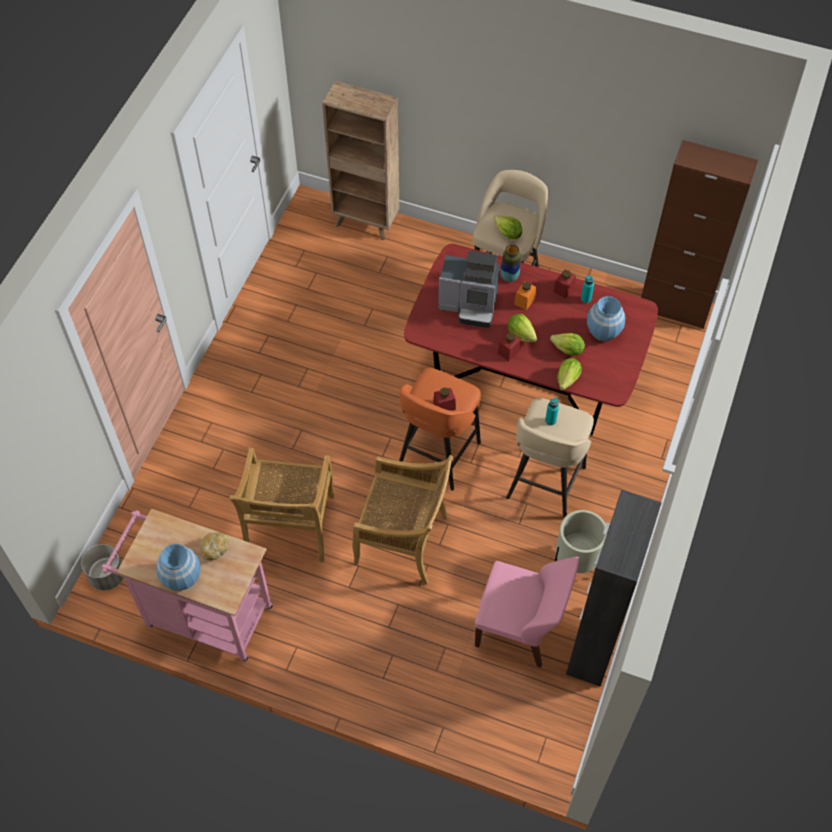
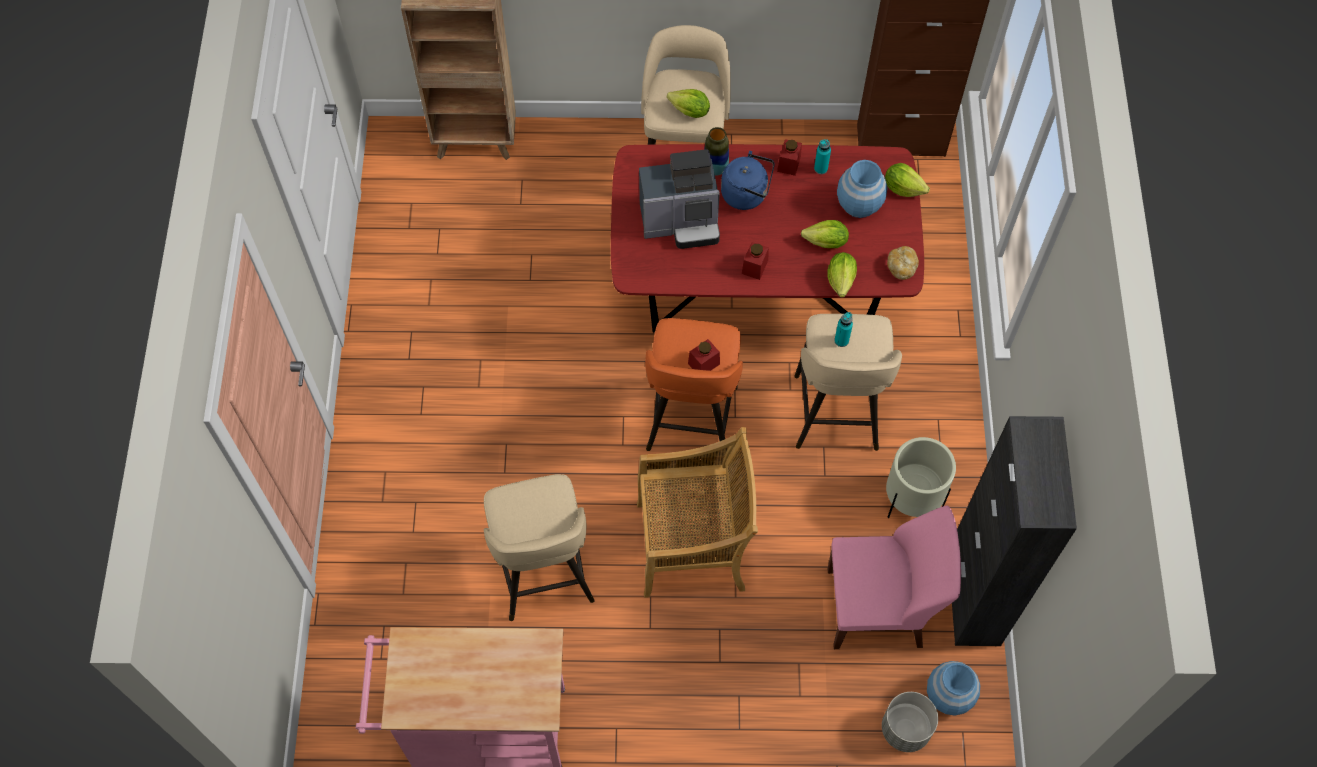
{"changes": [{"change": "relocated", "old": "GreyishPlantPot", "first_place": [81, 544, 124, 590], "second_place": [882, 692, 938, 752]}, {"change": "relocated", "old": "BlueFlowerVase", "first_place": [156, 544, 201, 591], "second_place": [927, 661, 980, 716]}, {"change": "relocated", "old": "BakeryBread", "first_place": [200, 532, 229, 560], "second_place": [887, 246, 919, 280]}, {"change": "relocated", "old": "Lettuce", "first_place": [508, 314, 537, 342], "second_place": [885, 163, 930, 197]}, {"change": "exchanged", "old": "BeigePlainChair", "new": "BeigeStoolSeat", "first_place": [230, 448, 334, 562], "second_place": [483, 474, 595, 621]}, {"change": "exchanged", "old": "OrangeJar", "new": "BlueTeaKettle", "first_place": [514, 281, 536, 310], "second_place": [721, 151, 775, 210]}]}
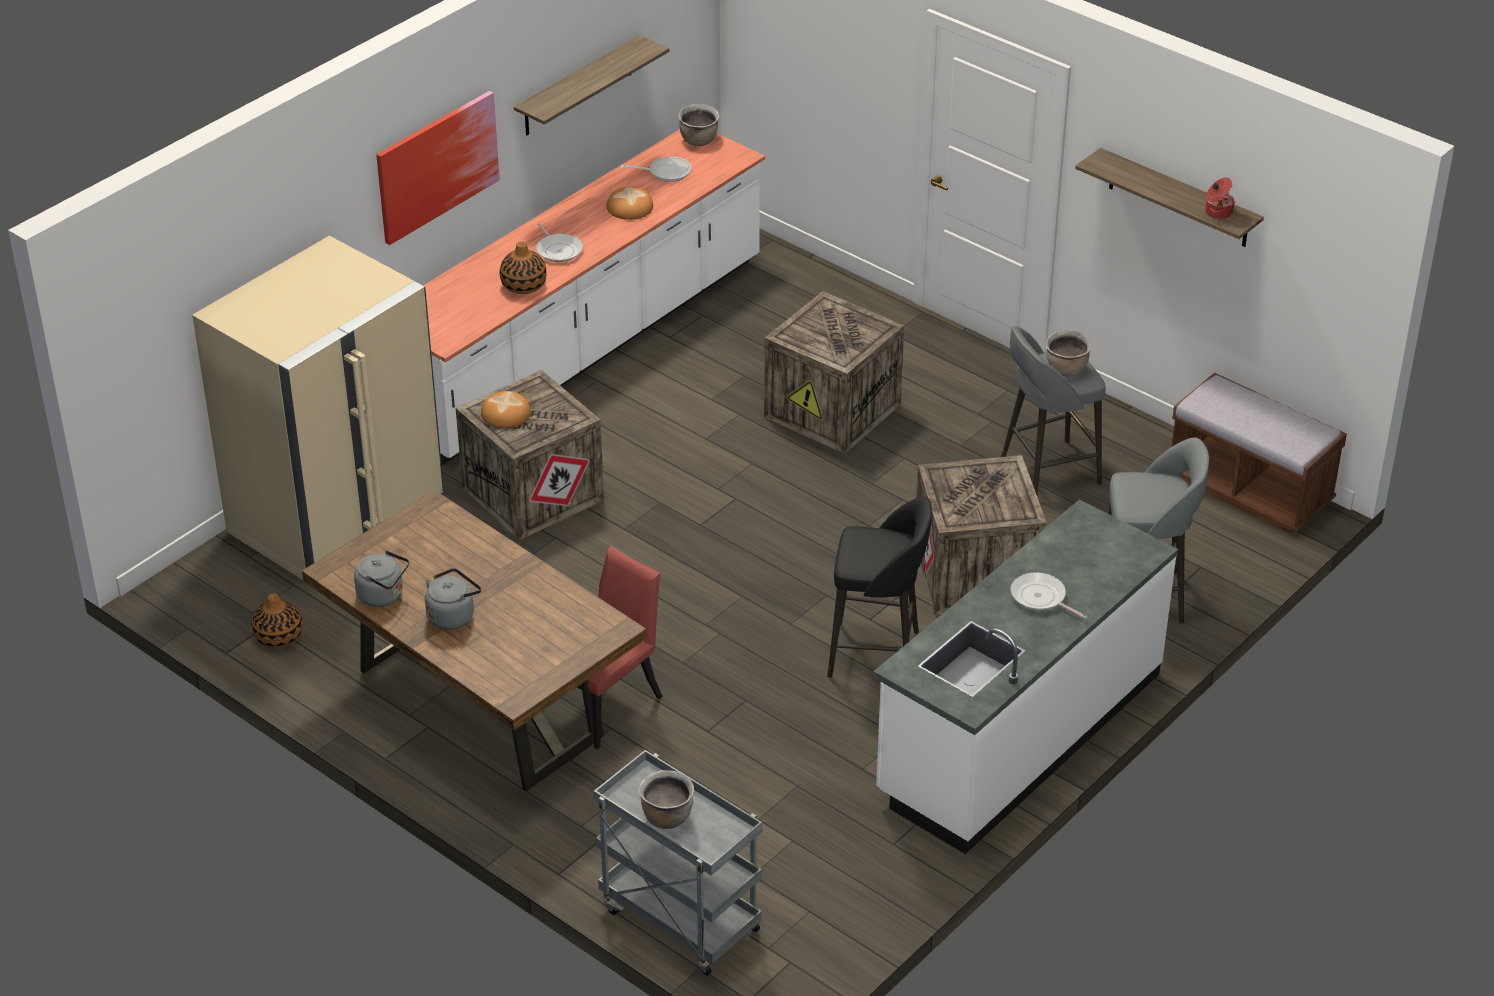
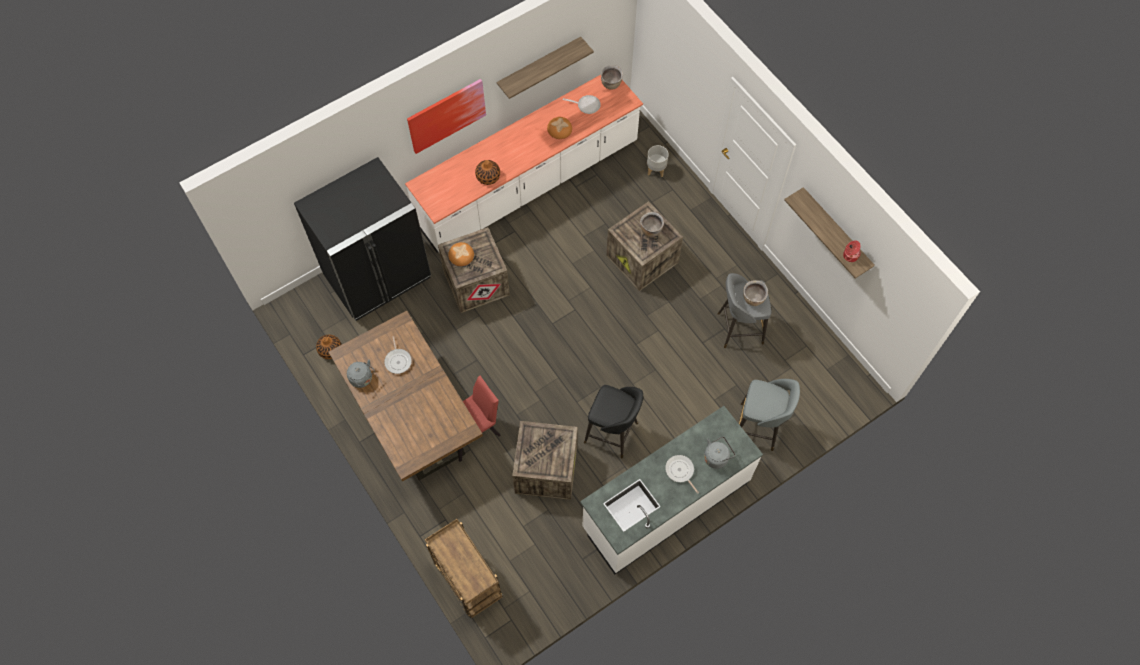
{"changes": [{"change": "missing", "old": "BrownColouredIndoorBench", "first_place": [1172, 373, 1347, 533]}, {"change": "appeared", "new": "GreyishPlantPot", "second_place": [647, 145, 669, 177]}, {"change": "relocated", "old": "GreyishTeaKettle", "first_place": [425, 568, 481, 630], "second_place": [704, 436, 735, 469]}, {"change": "relocated", "old": "Skillet", "first_place": [536, 223, 583, 262], "second_place": [384, 336, 412, 374]}, {"change": "relocated", "old": "BrownColouredStockpot", "first_place": [638, 770, 694, 829], "second_place": [640, 212, 664, 237]}, {"change": "relocated", "old": "Crate", "first_place": [916, 455, 1047, 615], "second_place": [512, 421, 578, 500]}, {"change": "colour", "old": "BeigeKitchenFridge", "new": "BlackColouredKitchenFridge", "first_place": [192, 236, 444, 580], "second_place": [294, 157, 431, 321]}, {"change": "colour", "old": "GreyishWheeledCart", "new": "BrownColouredWheeledCart", "first_place": [594, 750, 762, 976], "second_place": [425, 519, 503, 618]}]}
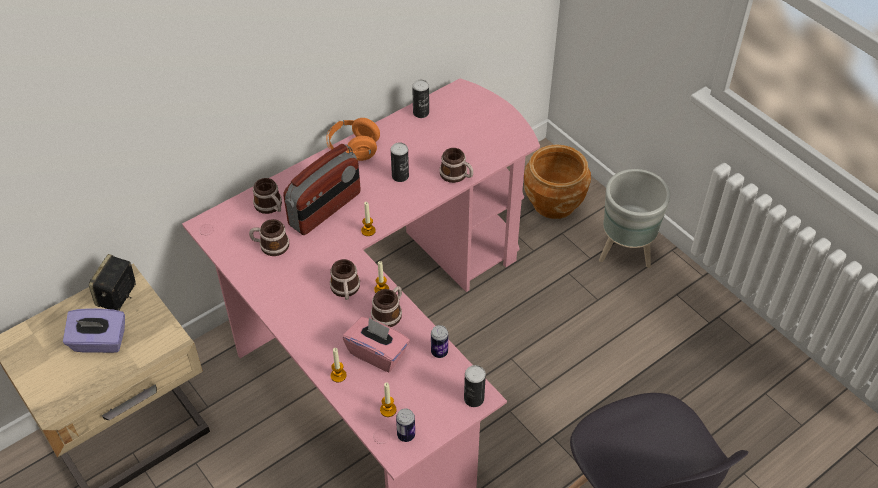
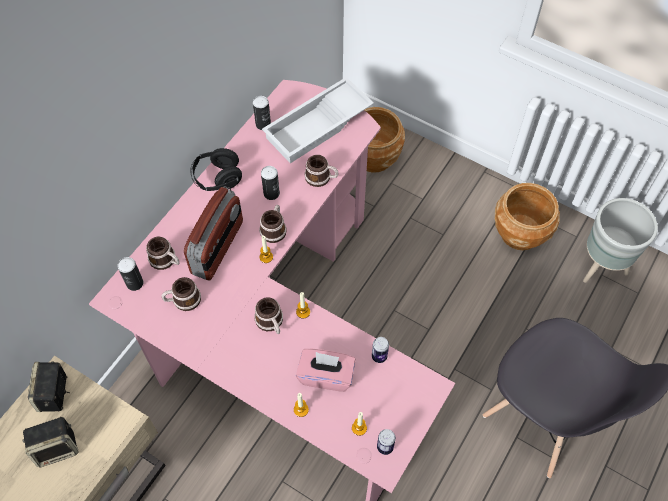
{"changes": [{"change": "appeared", "new": "WhiteColouredTray", "second_place": [262, 77, 374, 163]}, {"change": "appeared", "new": "BrownColouredPlantPot", "second_place": [495, 183, 560, 250]}, {"change": "relocated", "old": "TeaMug", "first_place": [371, 286, 402, 327], "second_place": [259, 205, 286, 243]}, {"change": "relocated", "old": "Can", "first_place": [464, 365, 486, 407], "second_place": [118, 257, 143, 291]}, {"change": "relocated", "old": "GreyishPlantPot", "first_place": [599, 169, 670, 268], "second_place": [583, 198, 658, 283]}, {"change": "exchanged", "old": "PurplishTissueBox", "new": "AudioSpeaker", "first_place": [63, 308, 125, 353], "second_place": [23, 417, 79, 467]}, {"change": "colour", "old": "OrangePairOfHeadphones", "new": "BlackColouredPairOfHeadphones", "first_place": [326, 118, 380, 161], "second_place": [190, 148, 242, 191]}]}
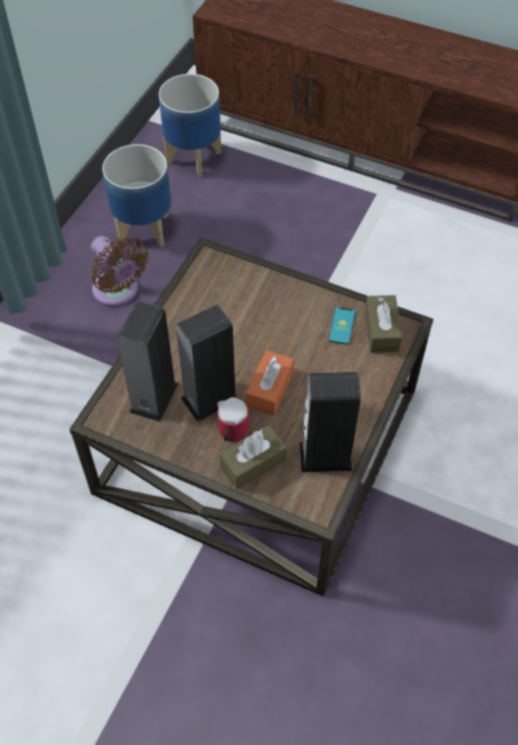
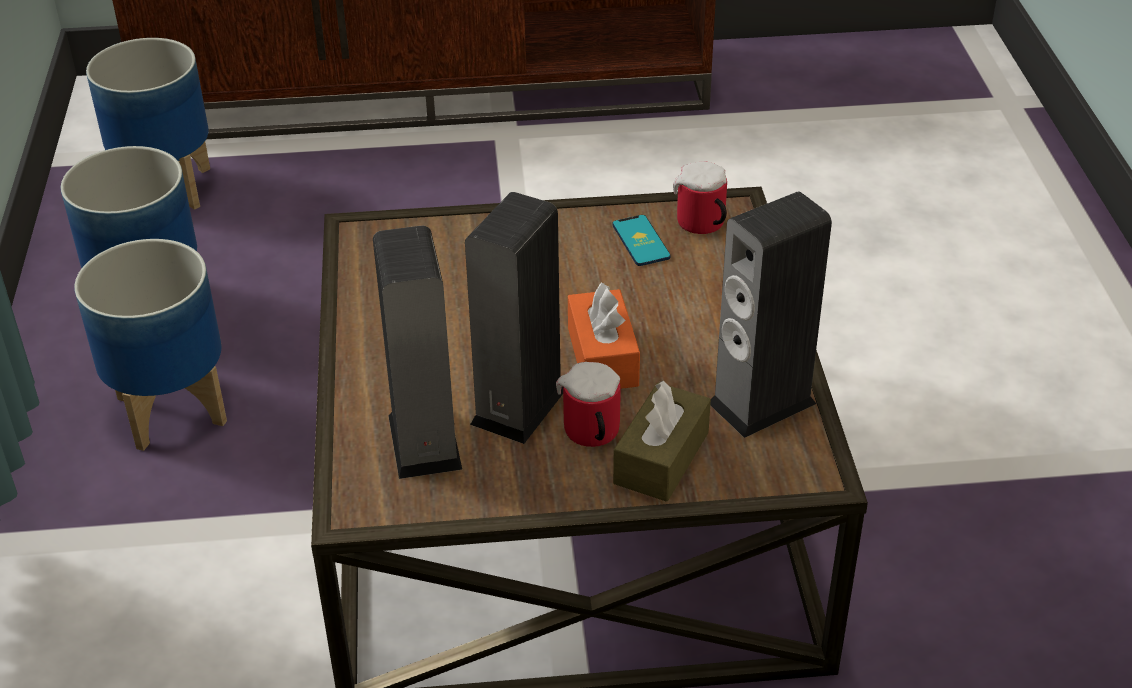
{"changes": [{"change": "exchanged", "old": "BrownColouredFan", "new": "PlantPot", "first_place": [91, 236, 148, 307], "second_place": [74, 239, 227, 451]}, {"change": "exchanged", "old": "BrownColouredTissueBox", "new": "TeaMug", "first_place": [365, 295, 402, 353], "second_place": [673, 161, 727, 234]}]}
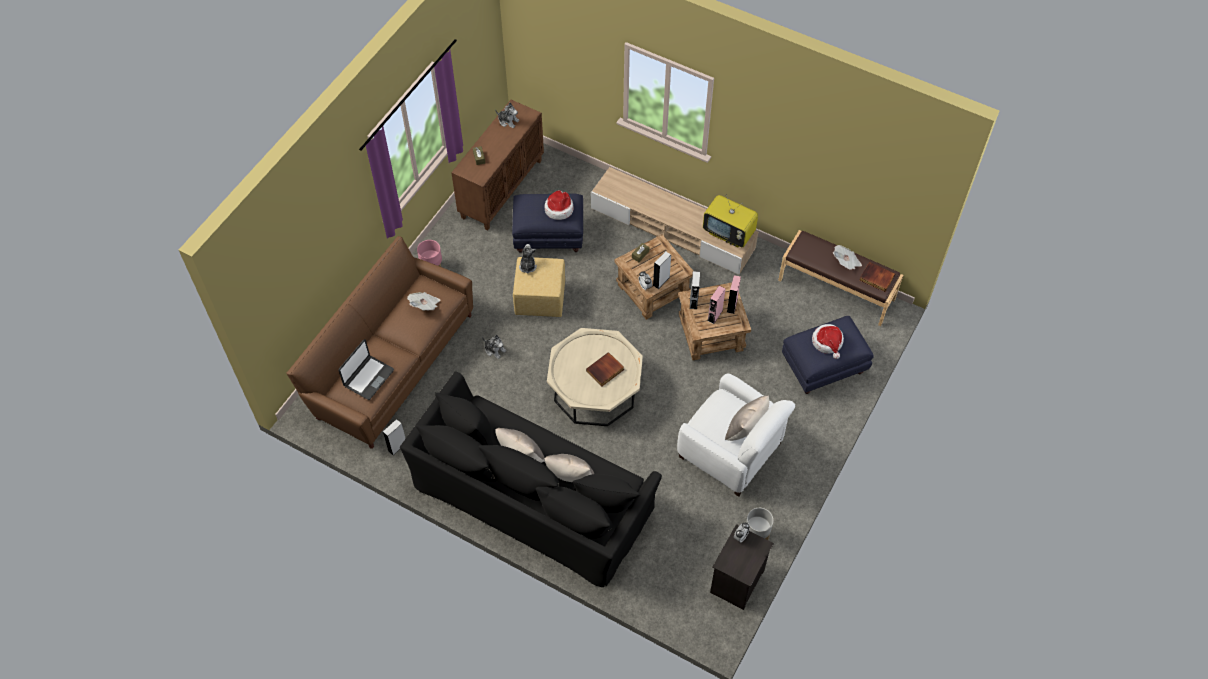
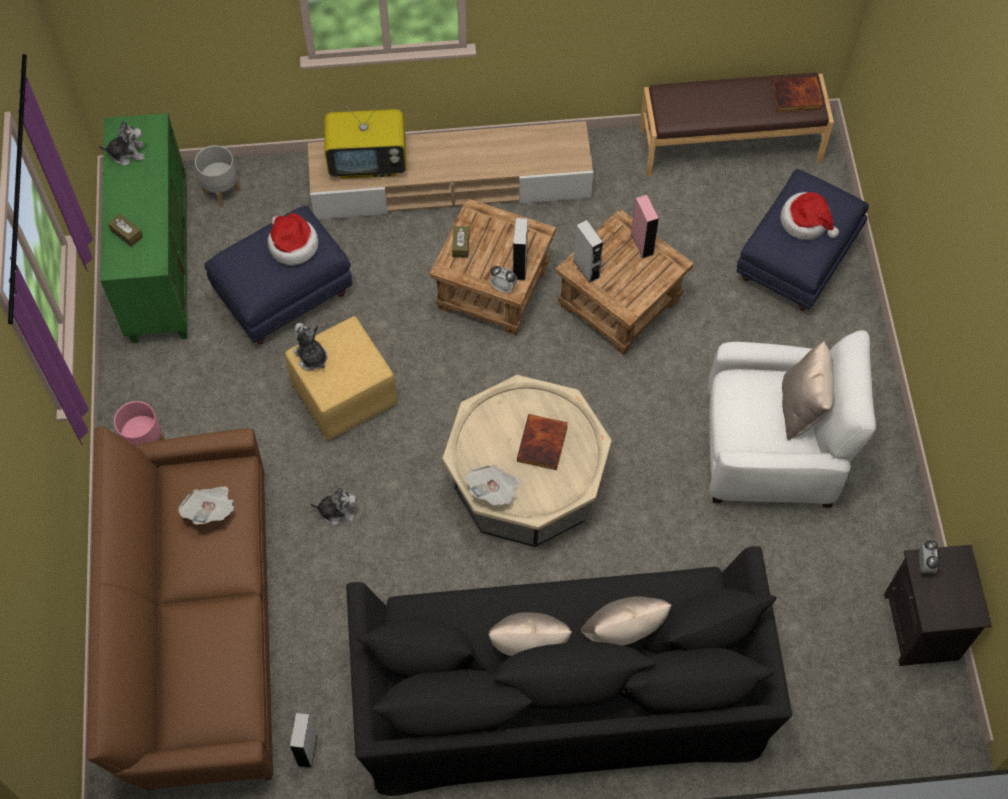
{"changes": [{"change": "missing", "old": "NotebookComputer", "first_place": [338, 339, 394, 400]}, {"change": "missing", "old": "PinkAudioSpeaker", "first_place": [708, 286, 725, 324]}, {"change": "relocated", "old": "TvSet", "first_place": [703, 195, 758, 248], "second_place": [324, 105, 407, 179]}, {"change": "relocated", "old": "GreyishPlantPot", "first_place": [746, 508, 773, 540], "second_place": [195, 145, 240, 206]}, {"change": "relocated", "old": "PrintedPaper", "first_place": [833, 245, 862, 270], "second_place": [465, 464, 521, 505]}, {"change": "colour", "old": "BrownColouredStorageCabinet", "new": "GreenColouredStorageCabinet", "first_place": [451, 100, 544, 230], "second_place": [100, 113, 187, 343]}]}
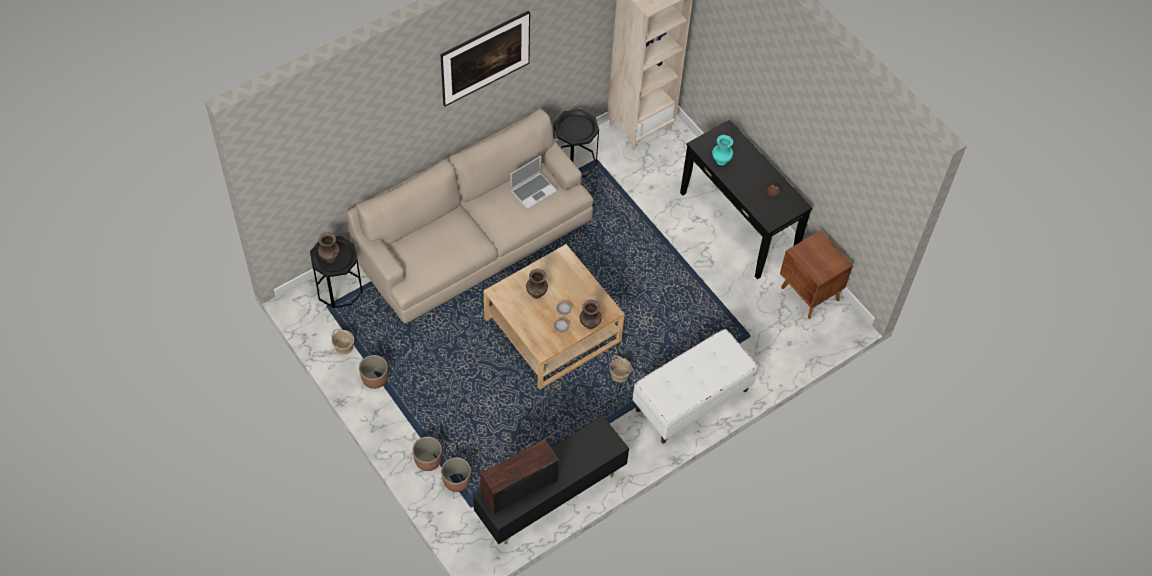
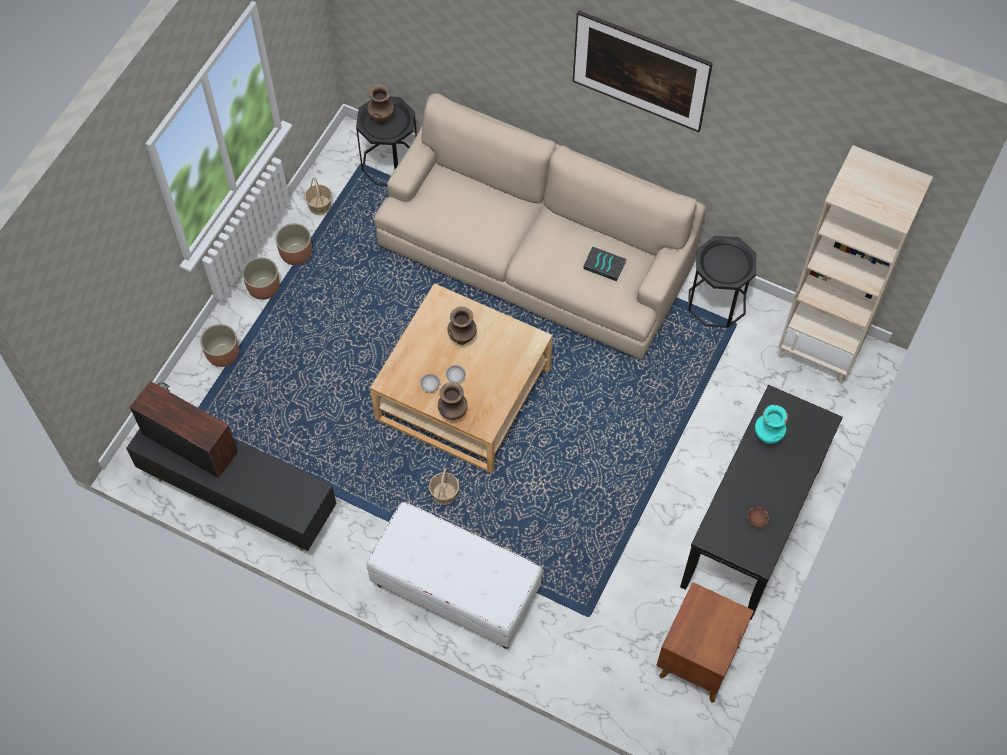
{"changes": [{"change": "relocated", "old": "PlantPot", "first_place": [441, 457, 471, 492], "second_place": [242, 257, 280, 300]}, {"change": "exchanged", "old": "NotebookComputer", "new": "Volume", "first_place": [510, 156, 557, 210], "second_place": [583, 246, 627, 281]}]}
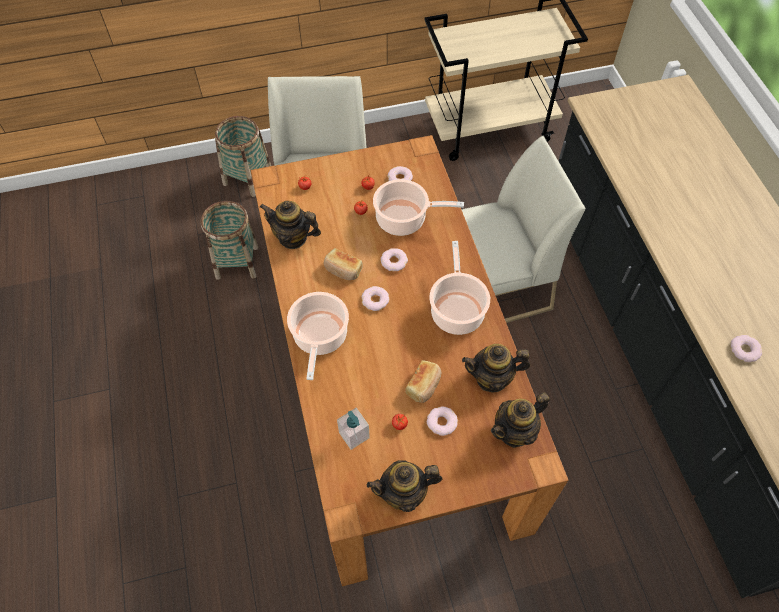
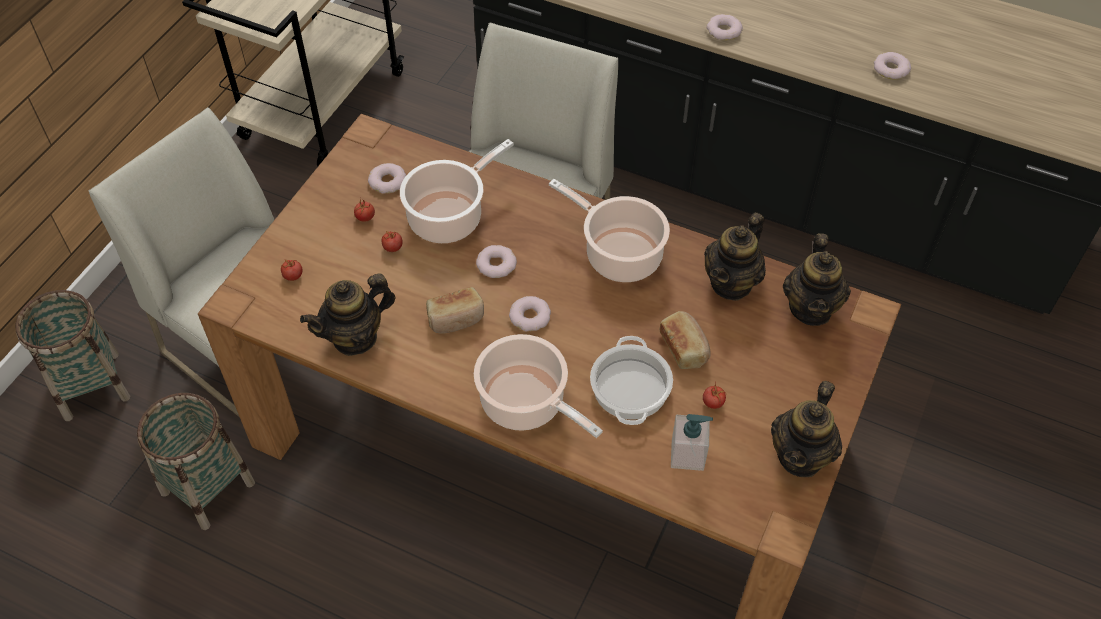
{"changes": [{"change": "appeared", "new": "Stockpot", "second_place": [590, 336, 673, 425]}, {"change": "relocated", "old": "RingDoughnut", "first_place": [427, 406, 458, 436], "second_place": [706, 14, 743, 40]}]}
